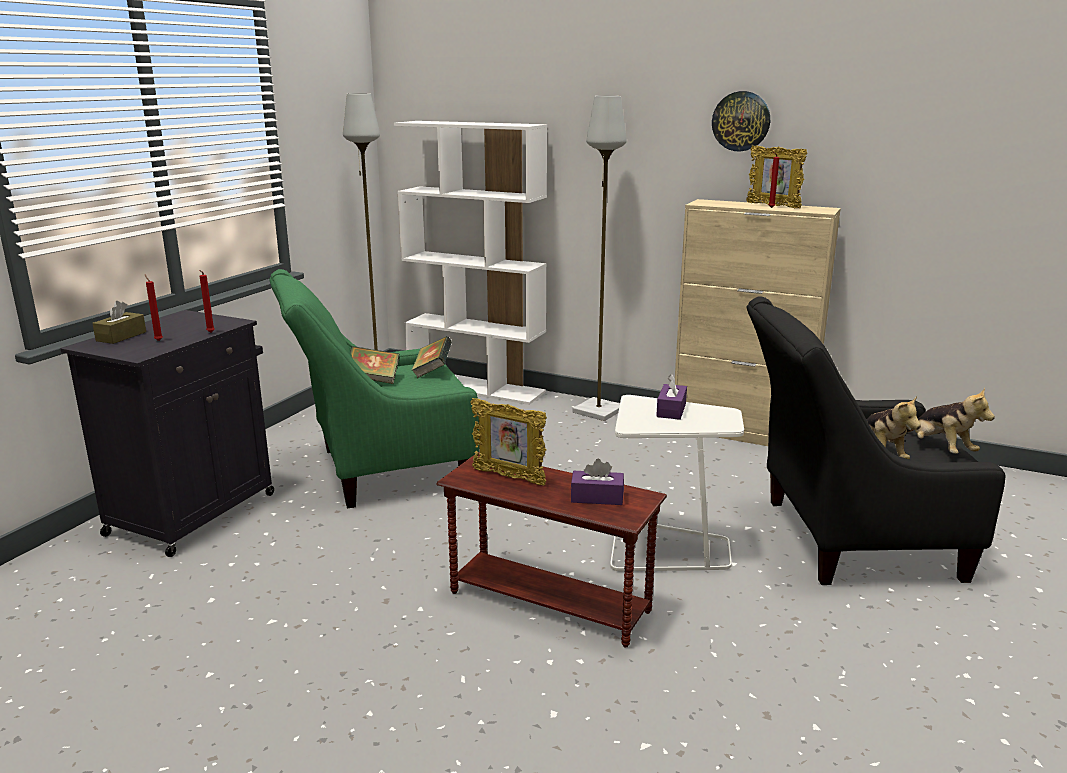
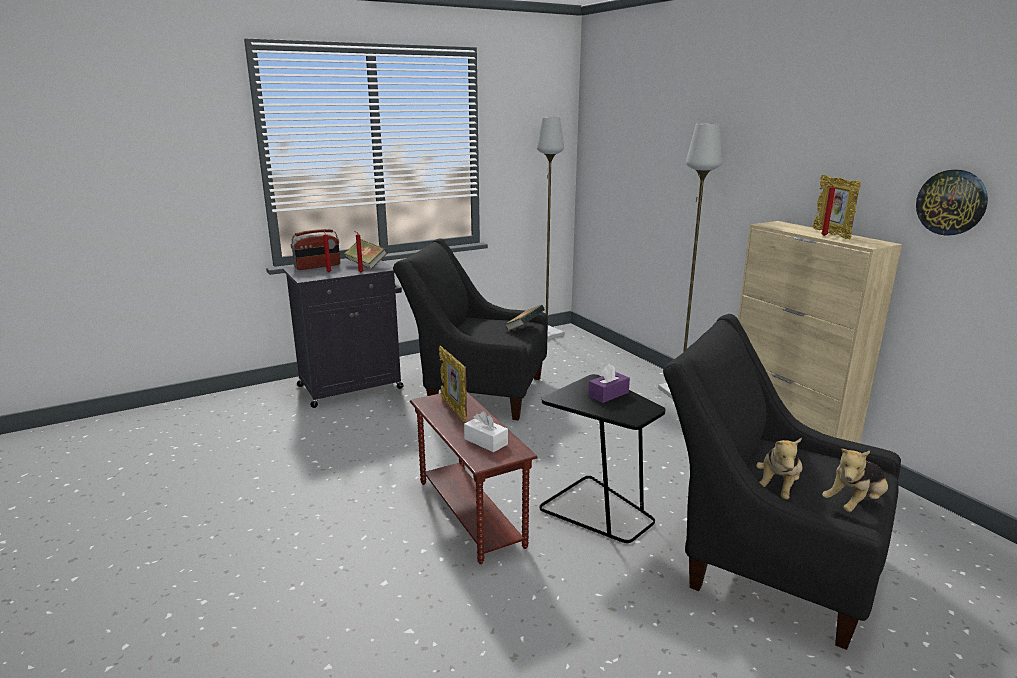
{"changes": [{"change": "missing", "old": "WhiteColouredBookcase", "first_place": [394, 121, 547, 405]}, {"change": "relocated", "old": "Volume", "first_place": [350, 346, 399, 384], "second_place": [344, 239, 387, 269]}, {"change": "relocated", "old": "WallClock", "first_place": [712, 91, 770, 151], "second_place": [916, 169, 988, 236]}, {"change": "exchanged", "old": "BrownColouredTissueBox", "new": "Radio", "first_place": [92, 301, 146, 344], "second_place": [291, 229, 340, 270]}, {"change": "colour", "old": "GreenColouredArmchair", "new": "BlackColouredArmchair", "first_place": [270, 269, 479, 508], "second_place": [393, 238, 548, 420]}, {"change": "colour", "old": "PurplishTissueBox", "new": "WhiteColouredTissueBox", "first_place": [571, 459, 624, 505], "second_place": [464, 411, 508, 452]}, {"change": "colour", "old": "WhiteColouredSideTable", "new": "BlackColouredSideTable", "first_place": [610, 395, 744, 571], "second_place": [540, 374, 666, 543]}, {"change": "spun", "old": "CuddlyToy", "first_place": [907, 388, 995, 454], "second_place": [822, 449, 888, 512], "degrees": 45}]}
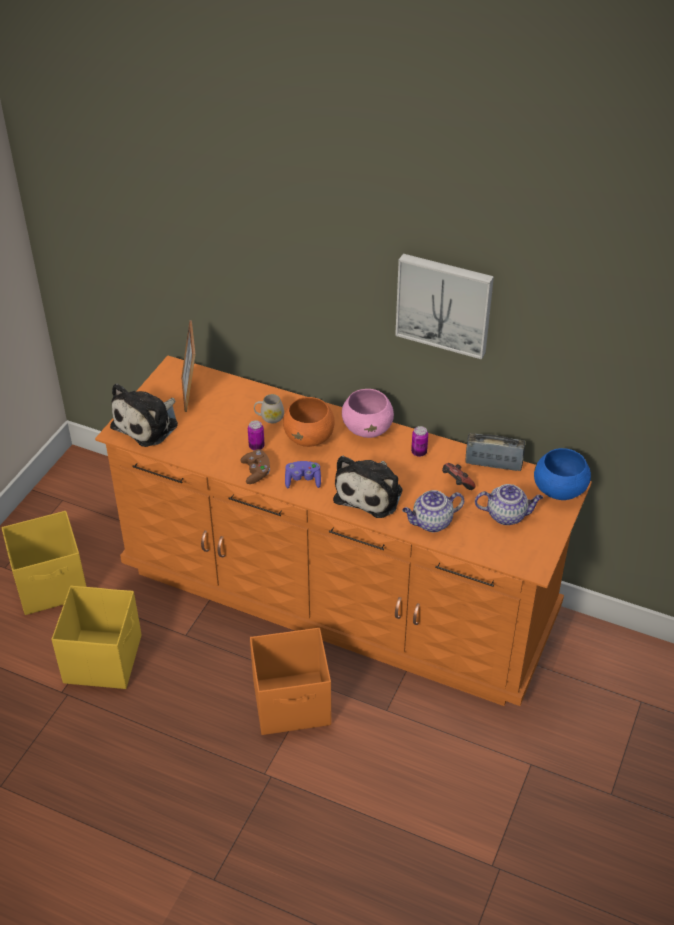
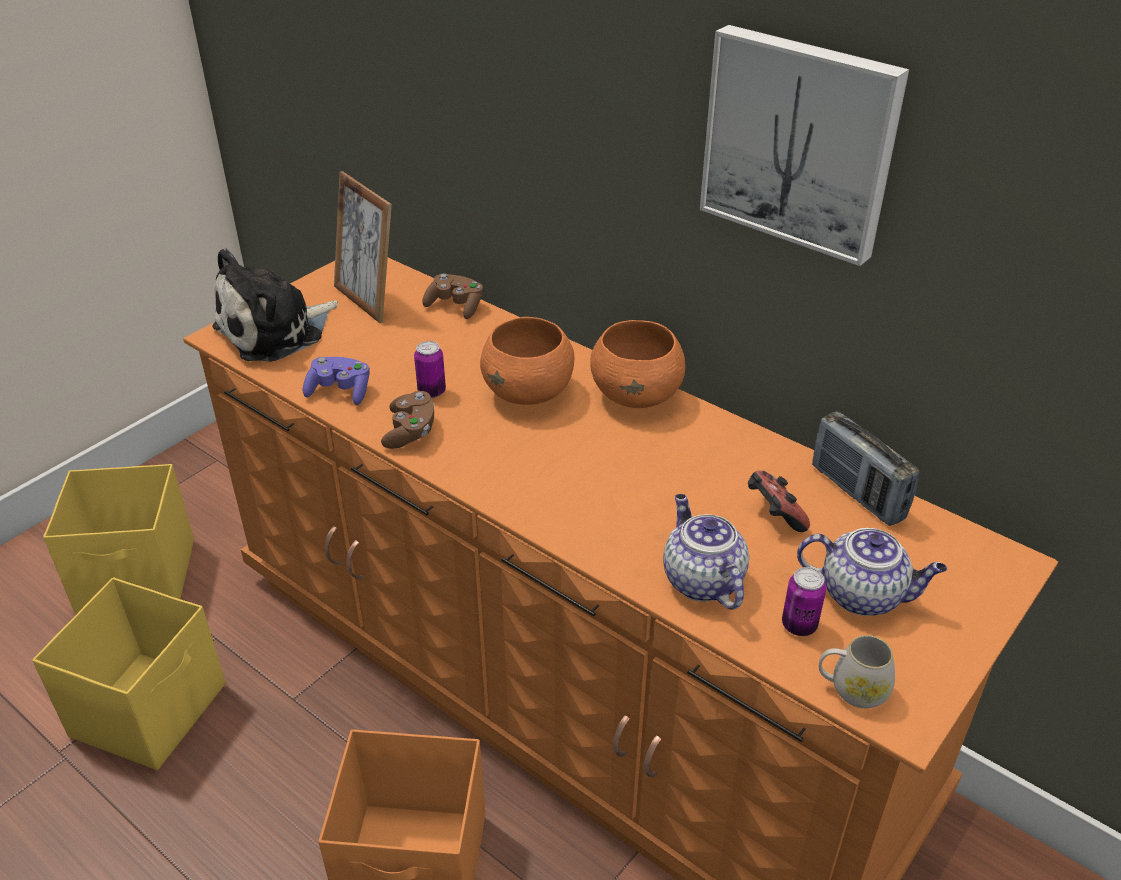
{"changes": [{"change": "missing", "old": "CuddlyToy", "first_place": [333, 456, 402, 518]}, {"change": "missing", "old": "BlueServingBowl", "first_place": [534, 448, 591, 500]}, {"change": "appeared", "new": "BrownColouredGamepad", "second_place": [422, 274, 483, 319]}, {"change": "relocated", "old": "WhiteColouredTeaMug", "first_place": [254, 394, 284, 423], "second_place": [819, 635, 895, 708]}, {"change": "relocated", "old": "PurplishGamepad", "first_place": [285, 461, 321, 488], "second_place": [303, 357, 370, 405]}, {"change": "relocated", "old": "Can", "first_place": [411, 426, 428, 457], "second_place": [782, 567, 826, 636]}, {"change": "colour", "old": "PinkServingBowl", "new": "OrangeServingBowl", "first_place": [342, 389, 394, 438], "second_place": [590, 320, 685, 408]}, {"change": "spun", "old": "PictureFrame", "first_place": [181, 320, 196, 412], "second_place": [334, 171, 392, 323], "degrees": -45}, {"change": "spun", "old": "TeaPot", "first_place": [402, 490, 464, 532], "second_place": [663, 494, 749, 610], "degrees": 75}, {"change": "spun", "old": "Radio", "first_place": [466, 433, 525, 471], "second_place": [812, 411, 919, 526], "degrees": -150}]}
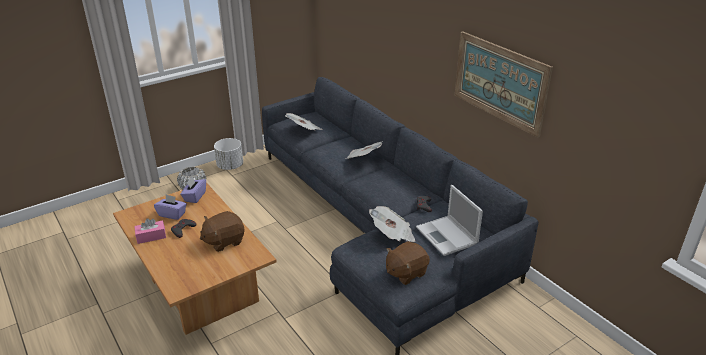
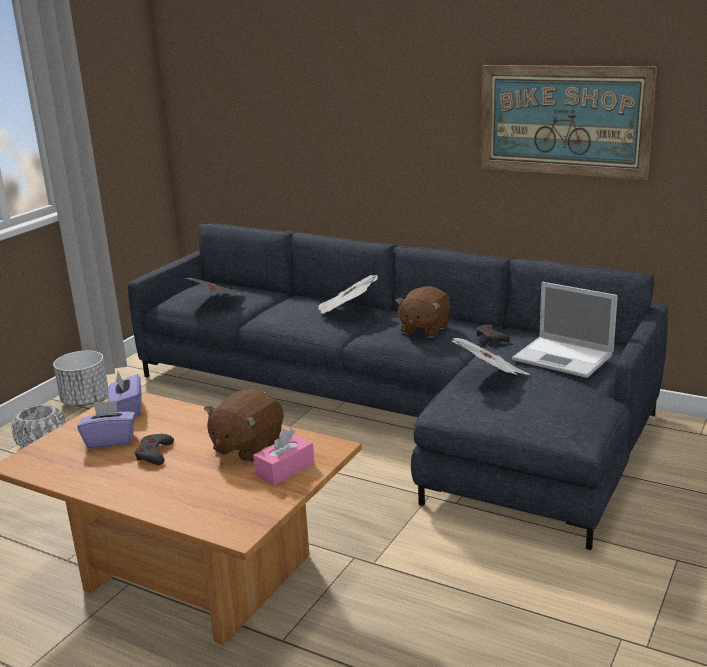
{"changes": [{"change": "relocated", "old": "PinkTissueBox", "first_place": [134, 218, 166, 244], "second_place": [253, 428, 314, 485]}, {"change": "relocated", "old": "BrownColouredCuddlyToy", "first_place": [386, 241, 430, 285], "second_place": [395, 286, 450, 338]}]}
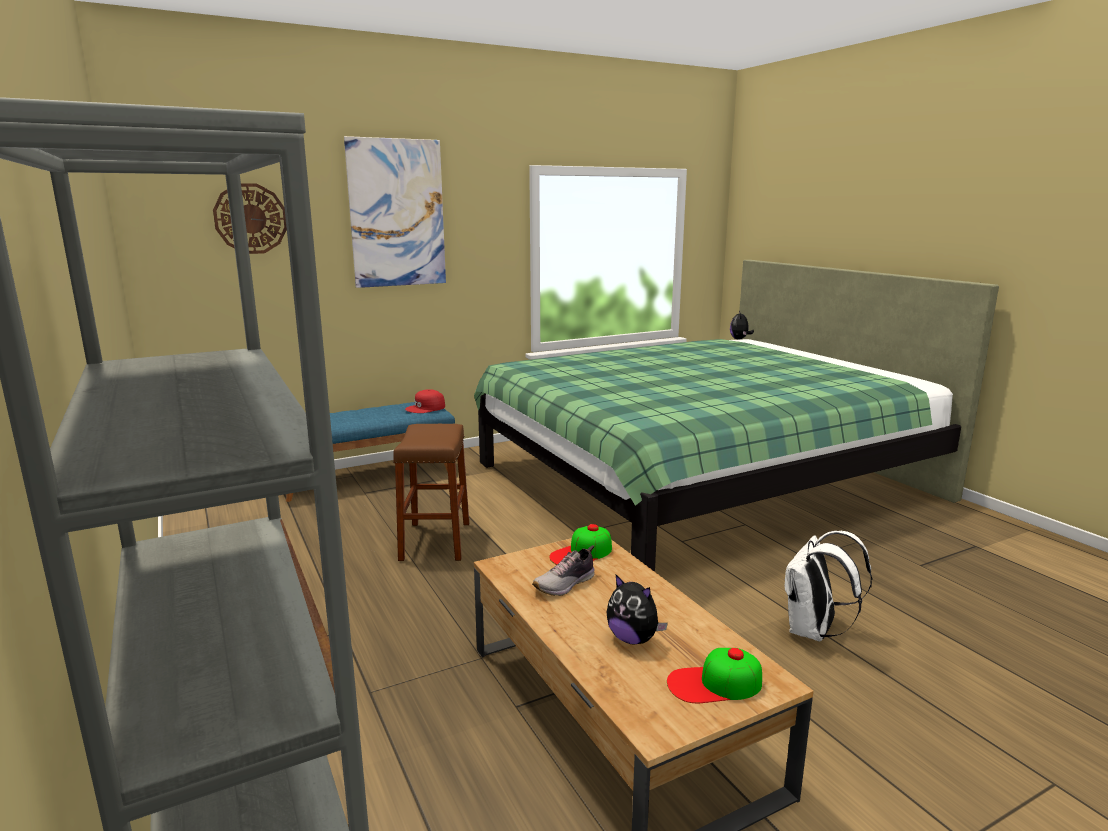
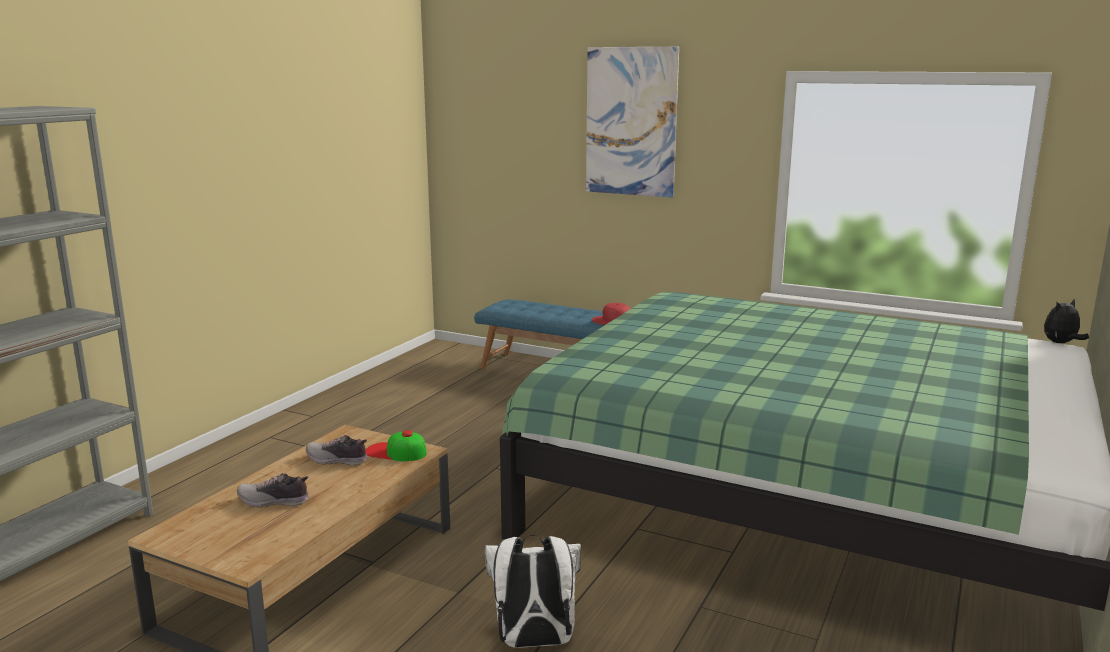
{"changes": [{"change": "missing", "old": "WallClock", "first_place": [213, 183, 287, 254]}, {"change": "missing", "old": "BrownColouredStoolSeat", "first_place": [393, 424, 469, 561]}, {"change": "missing", "old": "PeakedCap", "first_place": [667, 648, 762, 703]}, {"change": "exchanged", "old": "CuddlyToy", "new": "Shoe", "first_place": [606, 574, 668, 644], "second_place": [237, 473, 309, 508]}]}
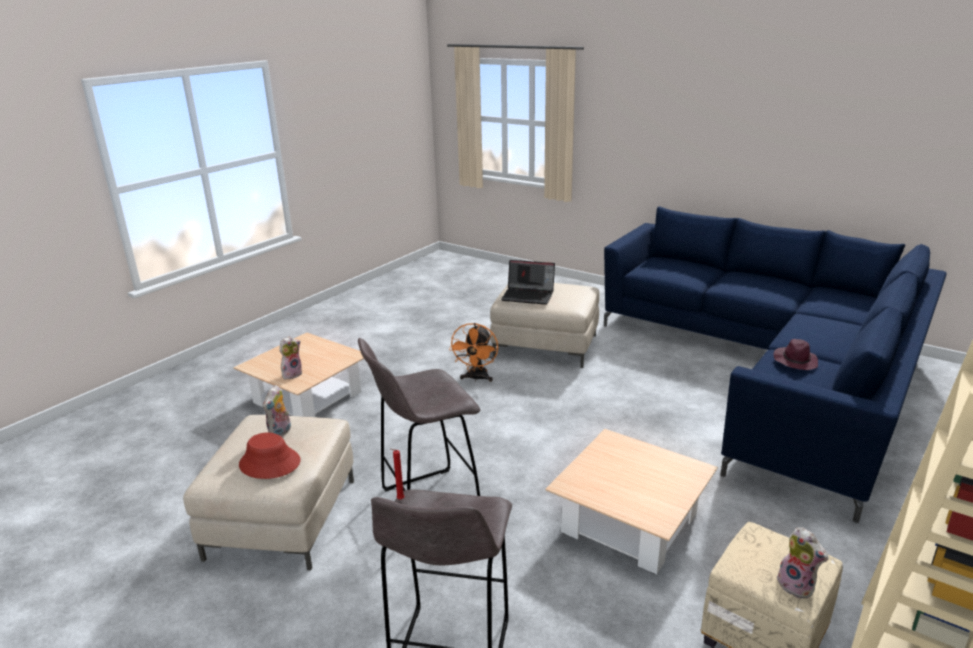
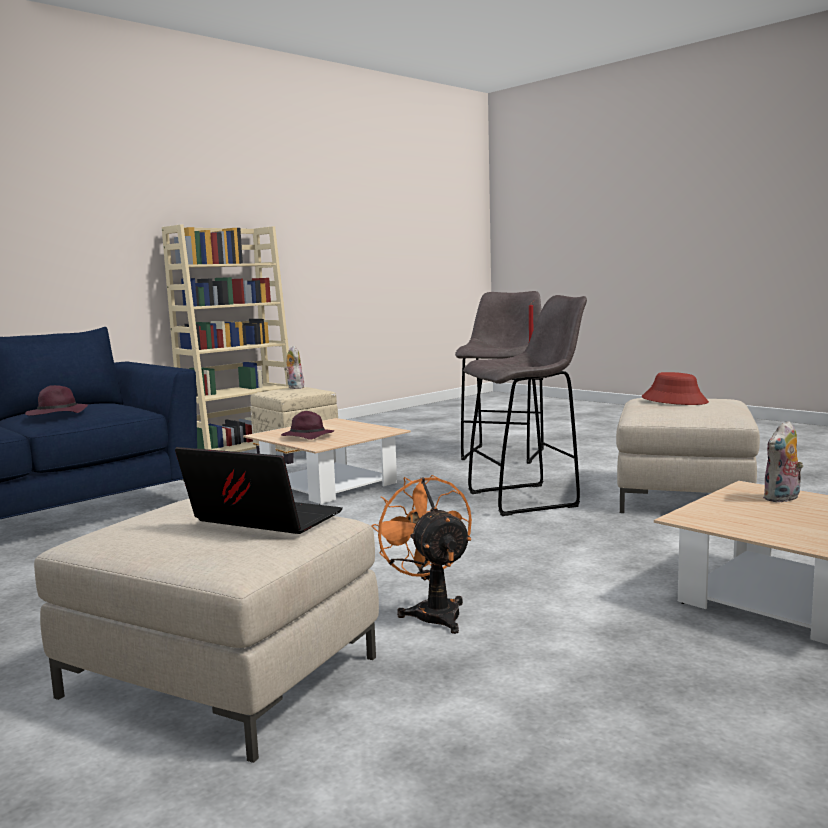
{"changes": [{"change": "missing", "old": "CuddlyToy", "first_place": [263, 385, 291, 437]}, {"change": "appeared", "new": "PurplishHat", "second_place": [281, 411, 334, 440]}, {"change": "spun", "old": "OrangeFan", "first_place": [449, 323, 498, 382], "second_place": [371, 475, 472, 634], "degrees": -45}]}
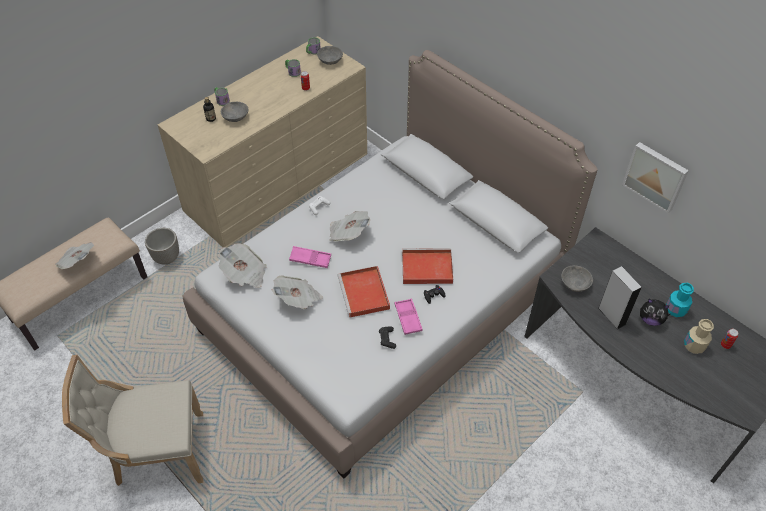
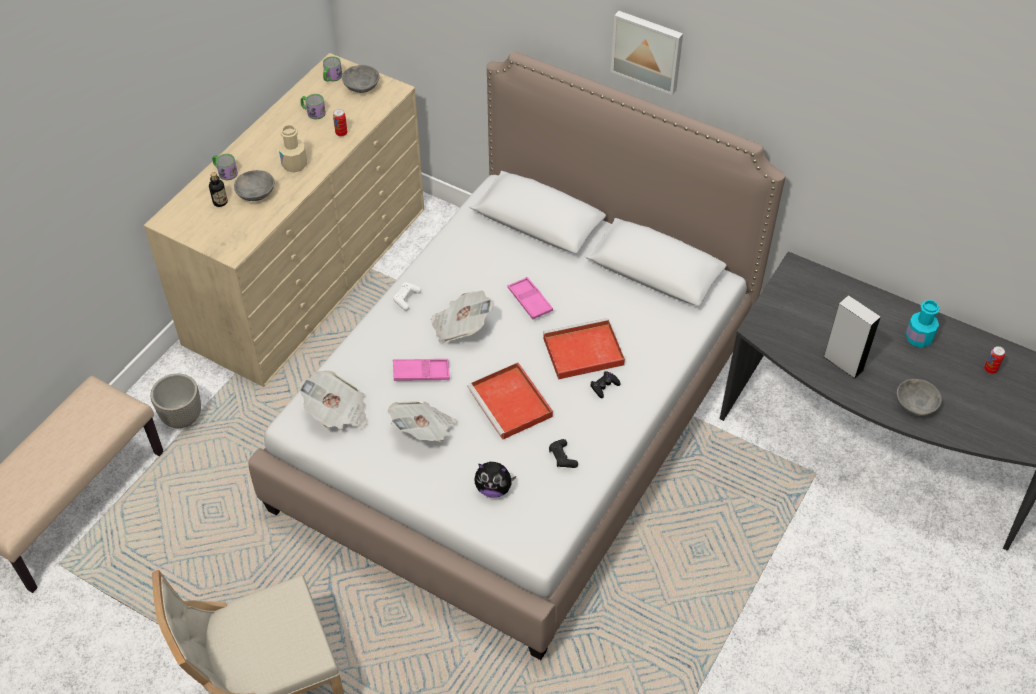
{"changes": [{"change": "missing", "old": "PrintedPaper", "first_place": [55, 242, 94, 269]}, {"change": "relocated", "old": "PinkTray", "first_place": [395, 298, 422, 335], "second_place": [508, 277, 553, 319]}, {"change": "relocated", "old": "GreyishServingBowl", "first_place": [561, 265, 593, 292], "second_place": [897, 379, 942, 416]}, {"change": "relocated", "old": "WallPicture", "first_place": [622, 142, 689, 213], "second_place": [611, 11, 683, 95]}, {"change": "relocated", "old": "CuddlyToy", "first_place": [640, 299, 670, 326], "second_place": [474, 462, 516, 498]}, {"change": "relocated", "old": "BeigeBeverageBottle", "first_place": [684, 319, 714, 354], "second_place": [279, 125, 307, 173]}]}
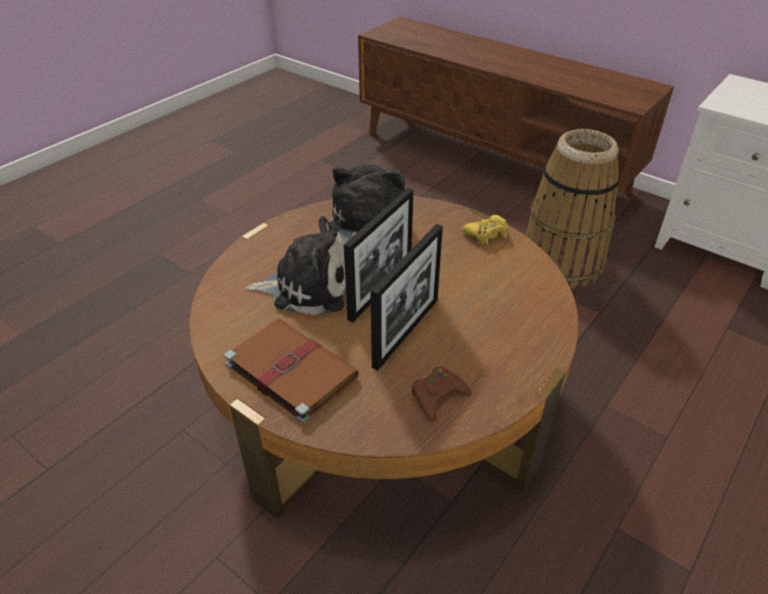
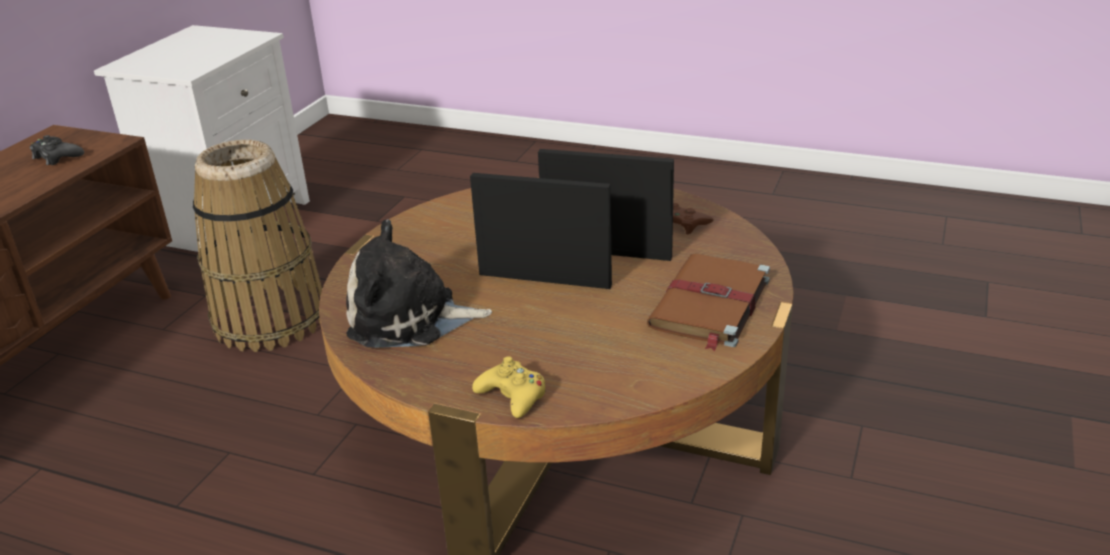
{"changes": [{"change": "missing", "old": "CuddlyToy", "first_place": [245, 216, 346, 315]}, {"change": "appeared", "new": "BlackColouredGamepad", "second_place": [30, 135, 84, 165]}, {"change": "relocated", "old": "YellowishGamepad", "first_place": [462, 215, 508, 245], "second_place": [472, 356, 546, 418]}]}
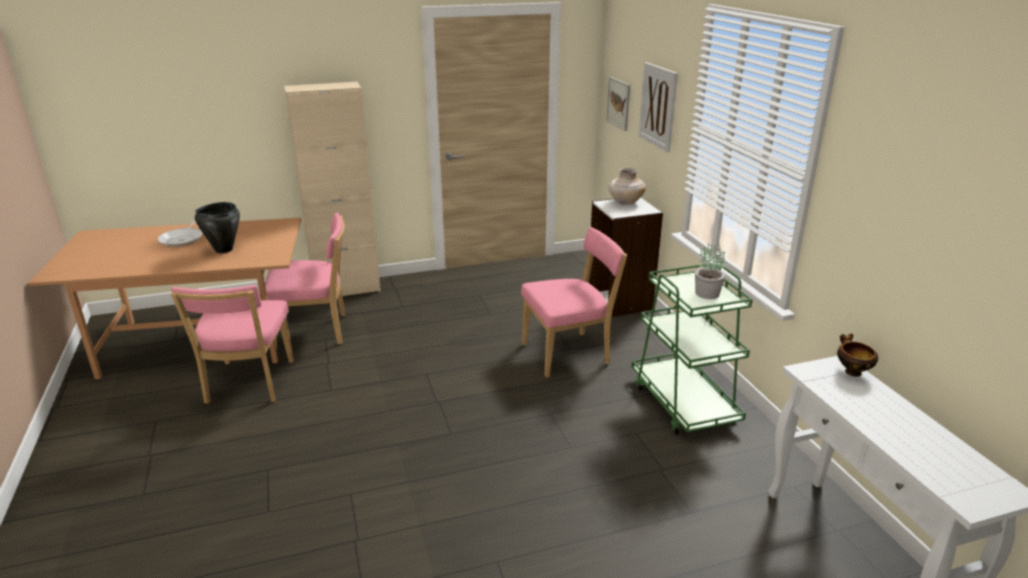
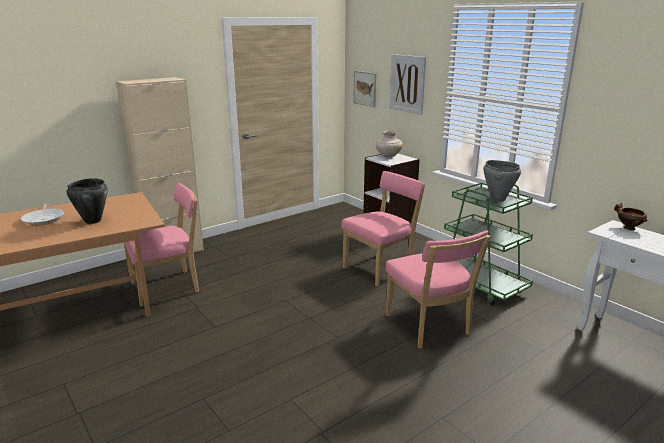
{"changes": [{"change": "relocated", "old": "PinkPlainChair", "first_place": [171, 285, 294, 404], "second_place": [385, 230, 491, 348]}, {"change": "exchanged", "old": "PlantInAPot", "new": "GreyishStockpot", "first_place": [695, 243, 725, 299], "second_place": [483, 160, 521, 202]}]}
